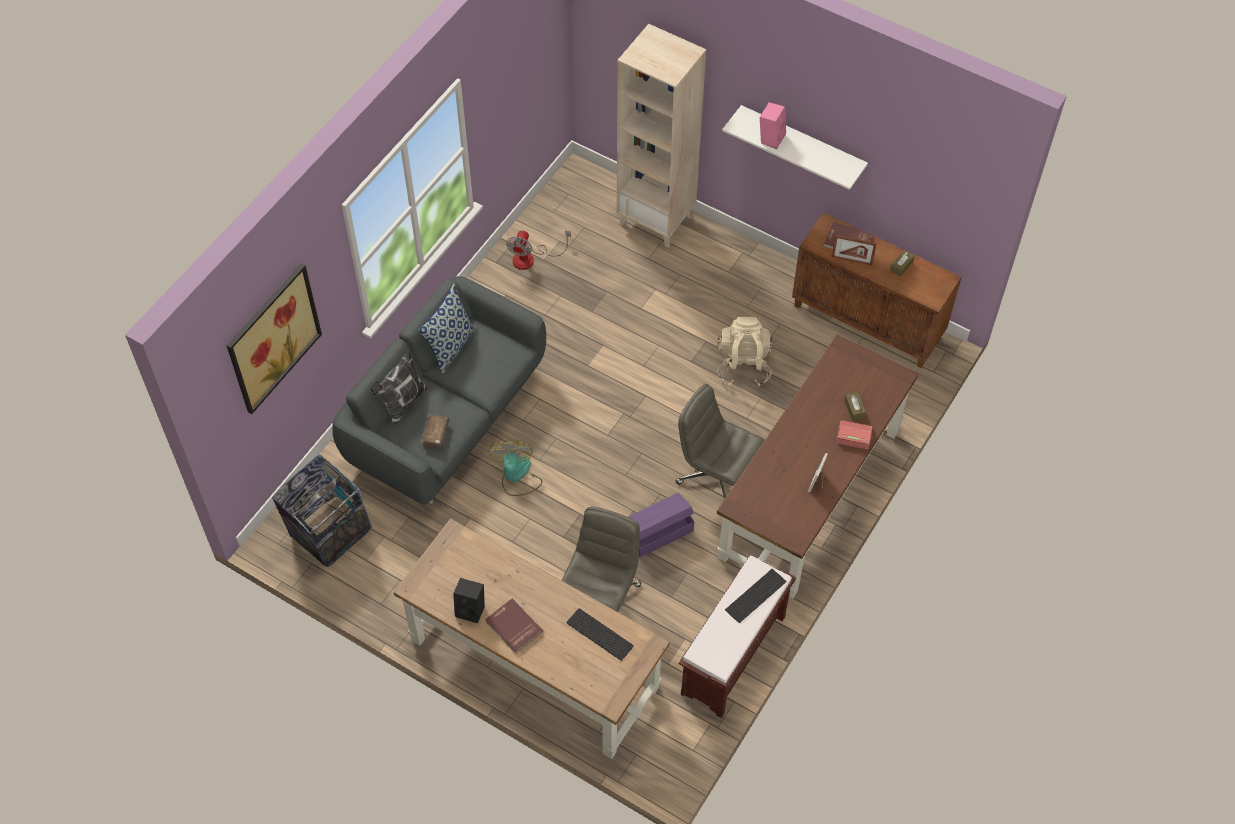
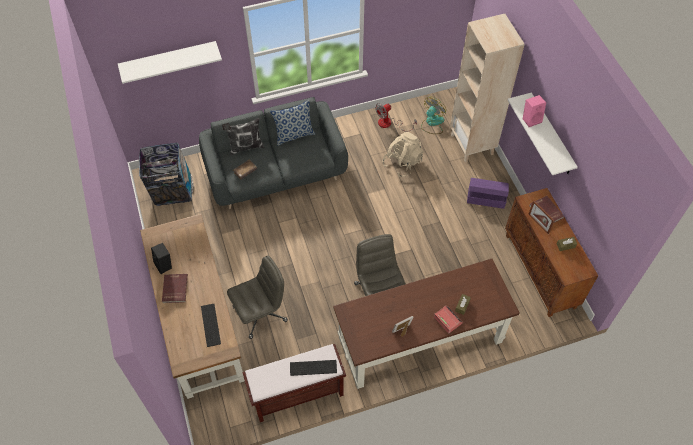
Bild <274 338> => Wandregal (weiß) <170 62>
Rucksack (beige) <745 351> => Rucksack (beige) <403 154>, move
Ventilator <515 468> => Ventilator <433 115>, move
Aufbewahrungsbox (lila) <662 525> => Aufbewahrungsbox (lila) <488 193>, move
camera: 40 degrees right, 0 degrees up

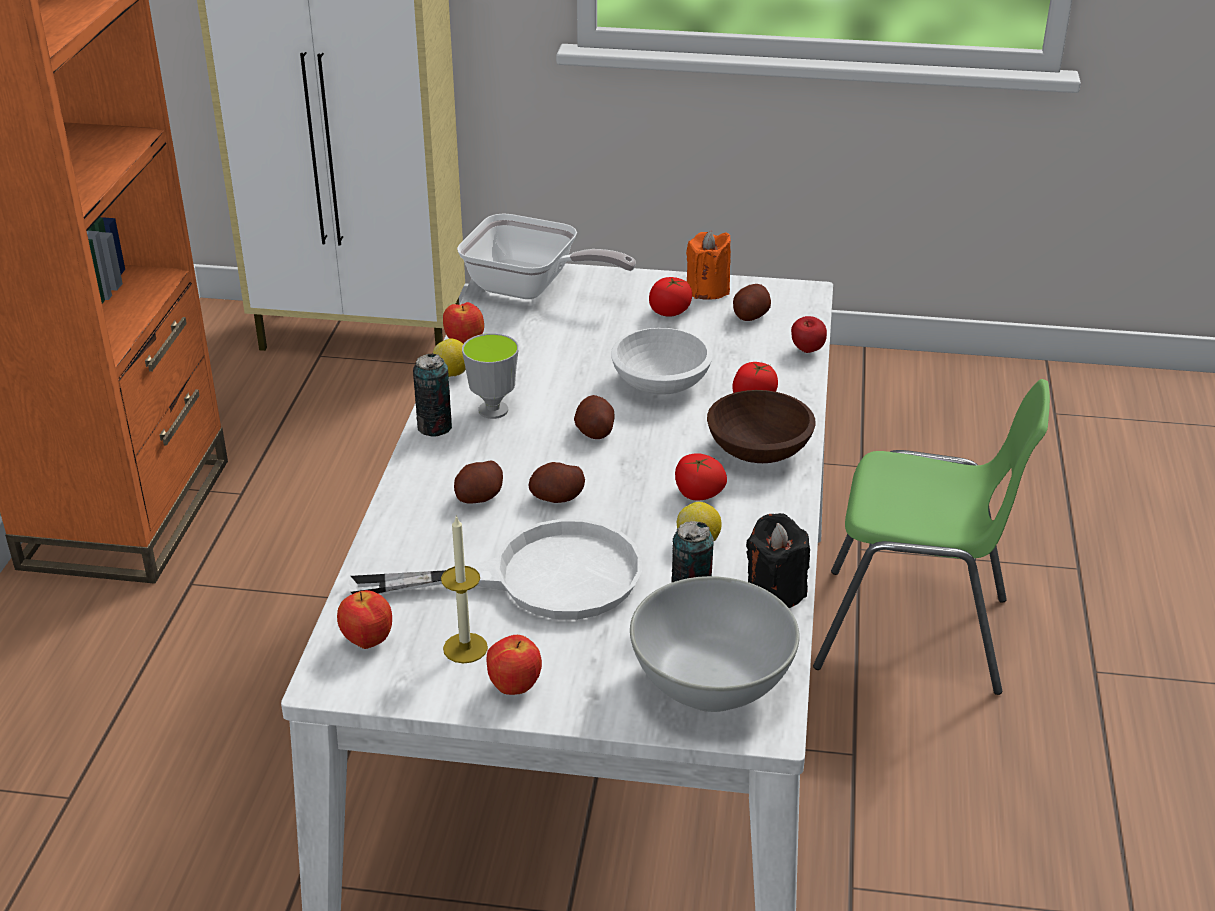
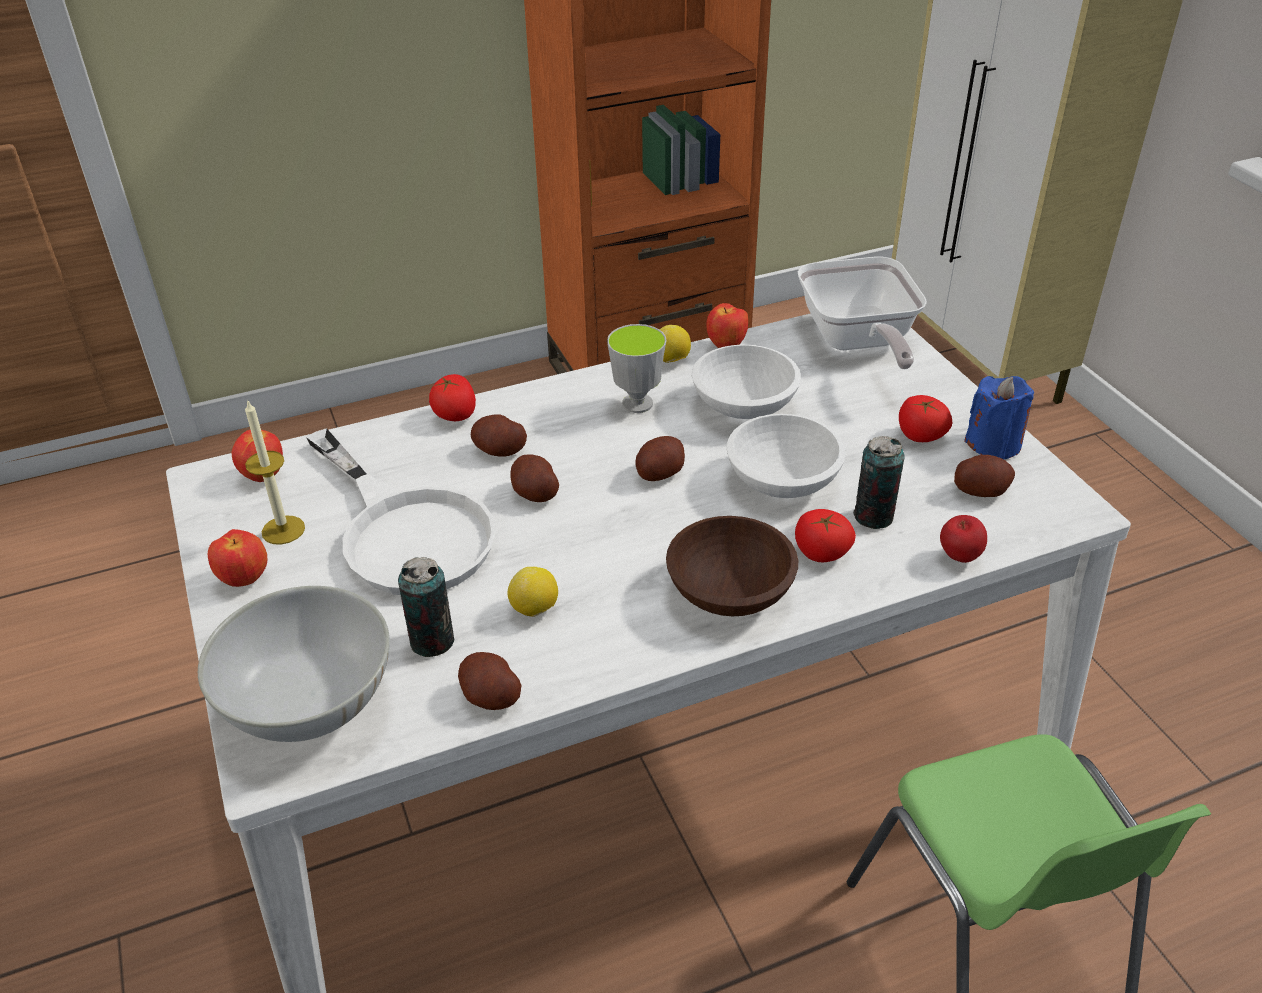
Kerze (orange) <708 264> => Kerze (blau) <999 417>
Dose <432 395> => Dose <878 482>, move
Tomate <701 477> => Tomate <452 397>, move
Kerze (schwarz) <778 560> => Kartoffel <489 681>
nothing => Schüssel (weiß) <746 382>
camera: 60 degrees right, 5 degrees up

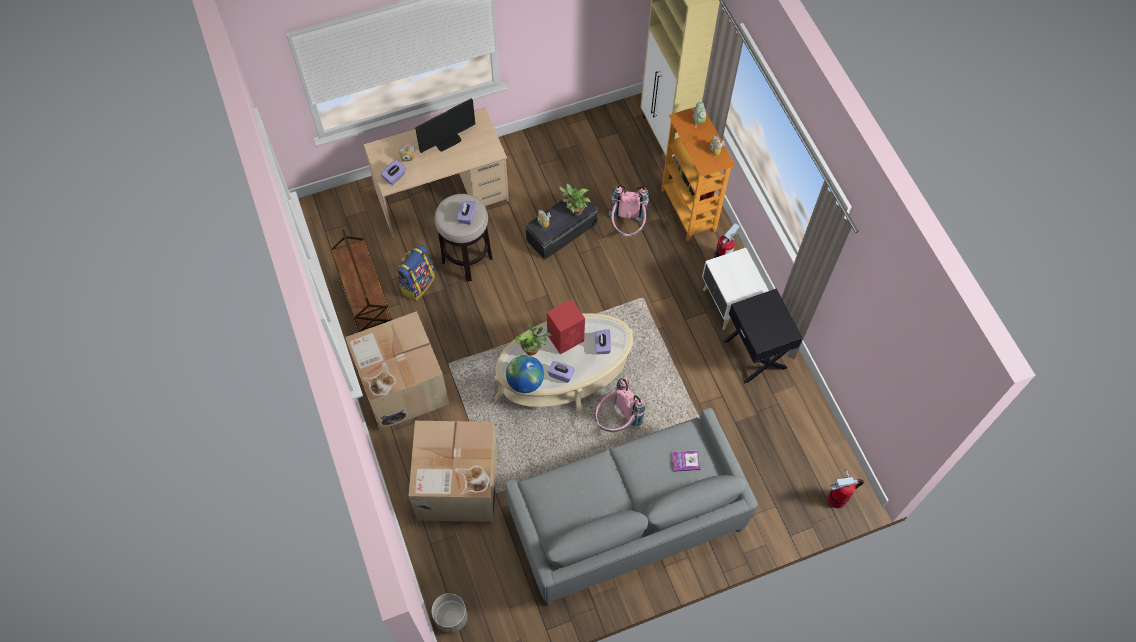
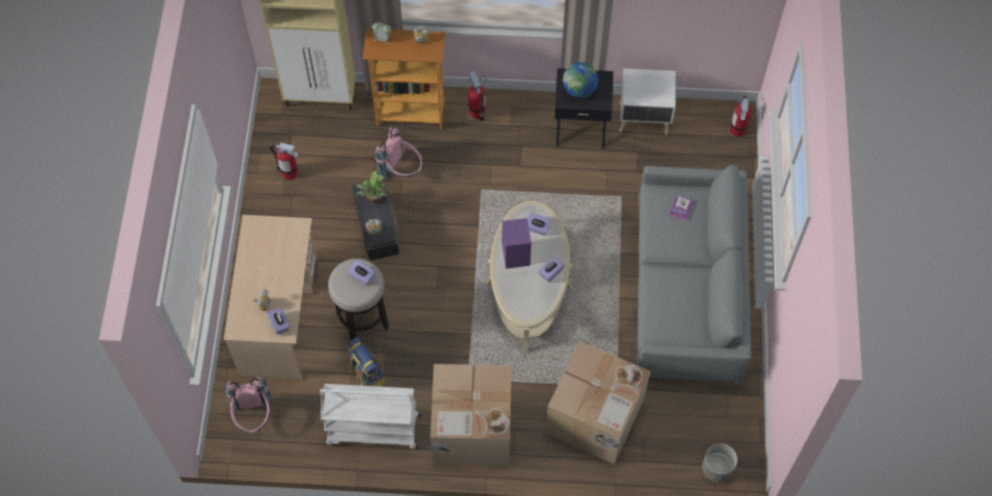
Monitor <445 125> => nothing
Rollwagen (braun) <361 281> => Rollwagen (weiß) <370 416>
Nachttisch (weiß) <735 289> => Nachttisch (weiß) <647 101>, move
Lautsprecher (rot) <566 326> => Lautsprecher (lila) <516 243>
Topfpflanze <533 339> => nothing
Globus <525 374> => Globus <580 80>, move
Rucksack (rosa) <620 405> => Rucksack (rosa) <248 405>, move
nothing => Feuerlöscher <284 161>
camera: 65 degrees left, 0 degrees up

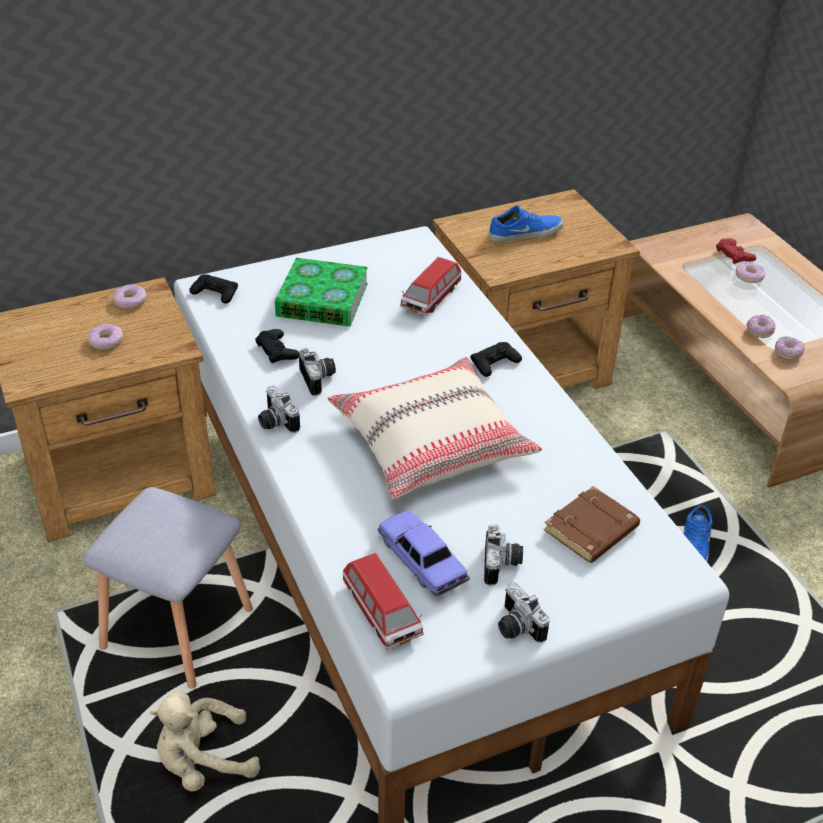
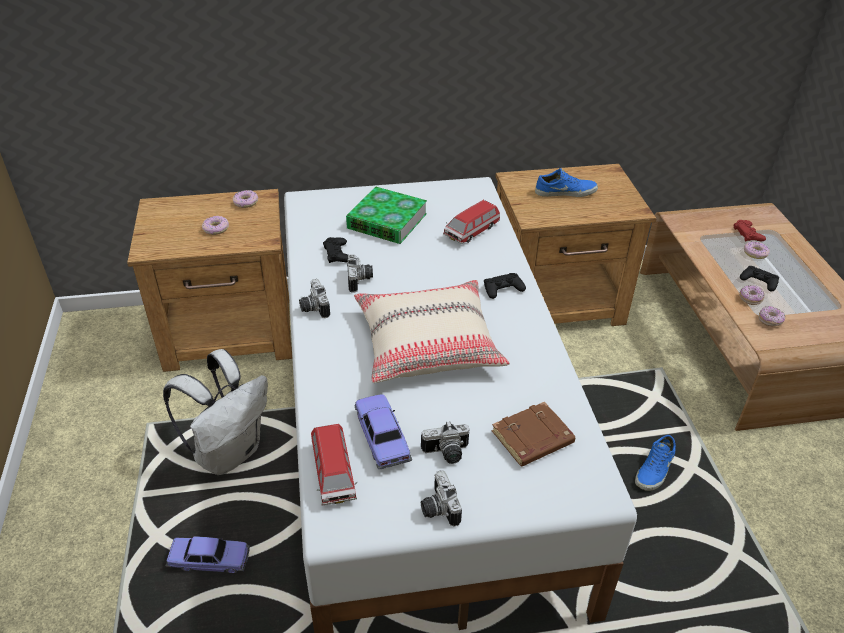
Gamepad (schwarz) <213 289> => Gamepad (schwarz) <759 278>, move
Hocker (grau) <168 588> => Rucksack (weiß) <215 412>
Kamera <503 555> => Kamera <445 443>, 60 degrees clockwise
Plüschtier (beige) <205 741> => Spielzeugauto <208 554>
camera: 15 degrees right, 0 degrees up

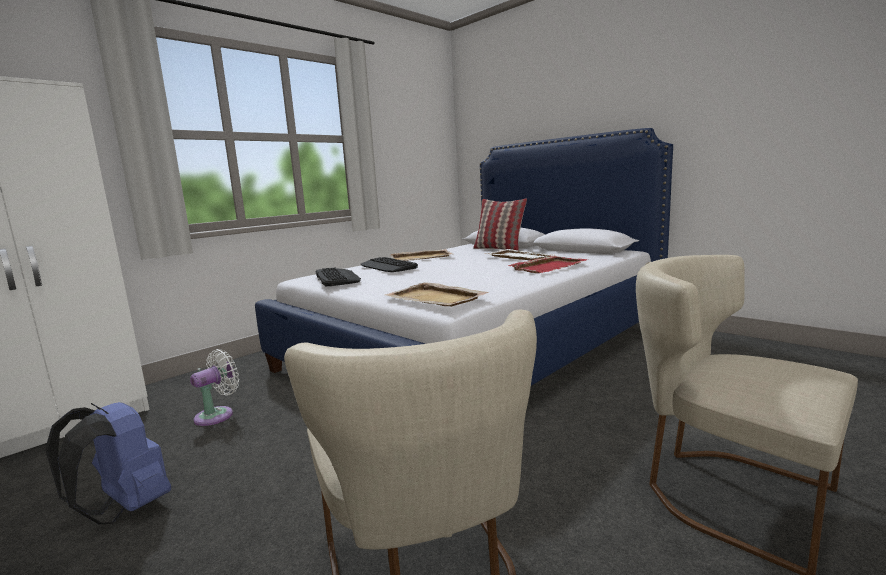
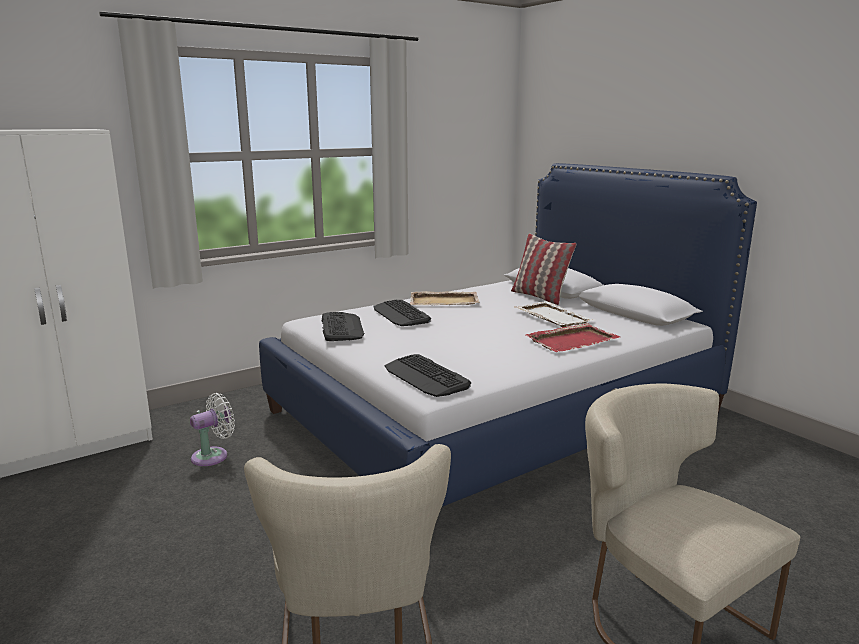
Tablett (beige) <437 294> => Tastatur <428 375>
Rucksack (blau) <108 463> => nothing
camera: 10 degrees right, 5 degrees up

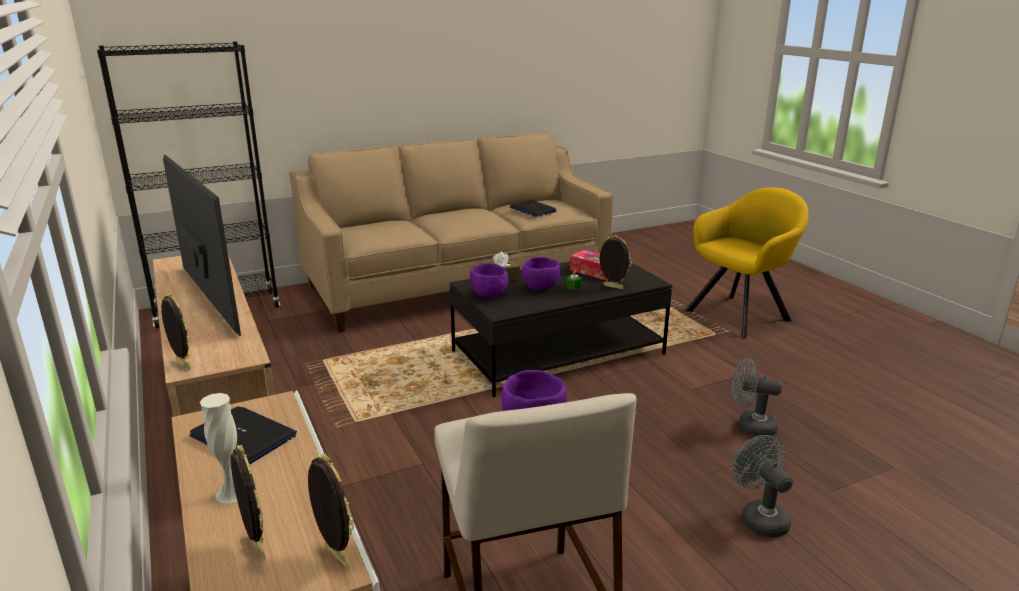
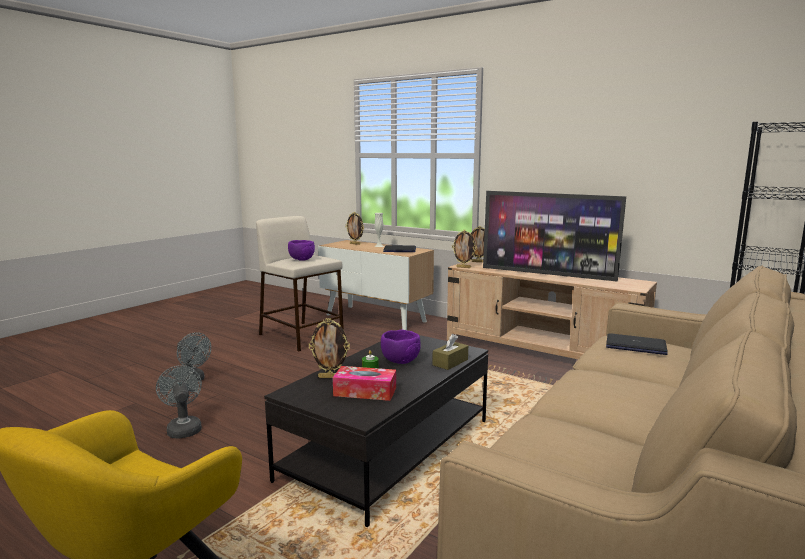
Laptop <533 208> => Laptop <637 344>, move
Schüssel (lila) <489 280> => nothing
Ventilator (grau) <757 397> => Ventilator (grau) <179 402>, 105 degrees counterclockwise
Bilderrahmen <331 511> => Bilderrahmen <464 249>, move
camera: 150 degrees right, 10 degrees down

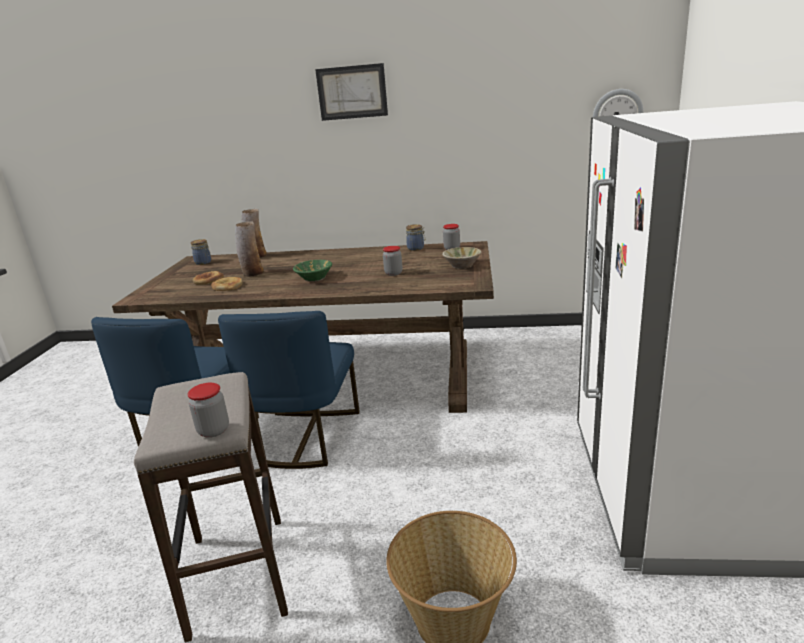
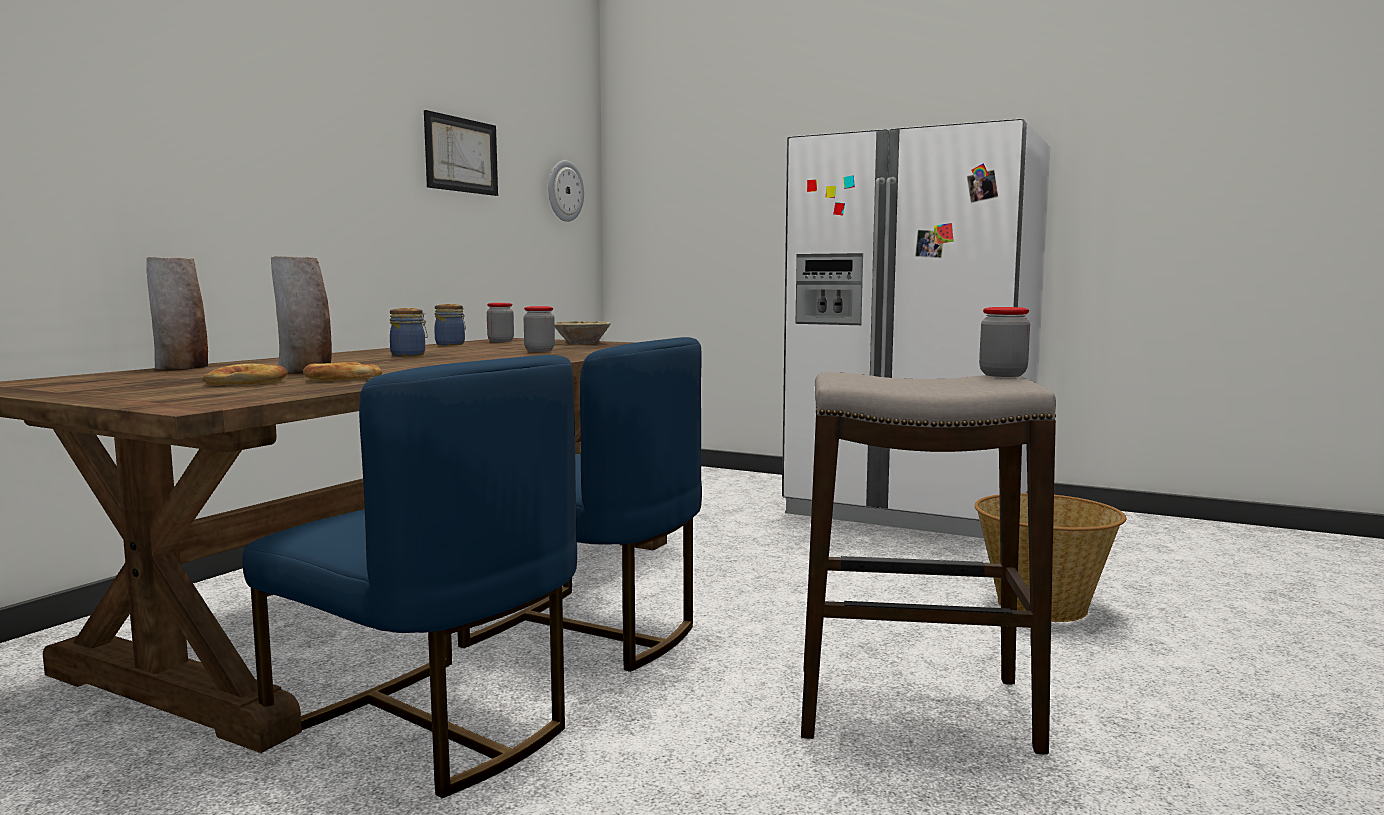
Bild <351 92> => Bild <461 153>, move
Vorratsglas <201 252> => Vorratsglas <409 332>, move
Schüssel (grün) <312 271> => nothing
camera: 70 degrees left, 15 degrees down

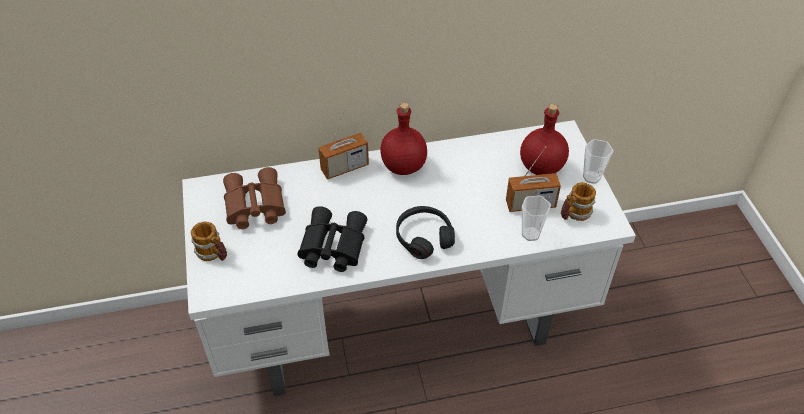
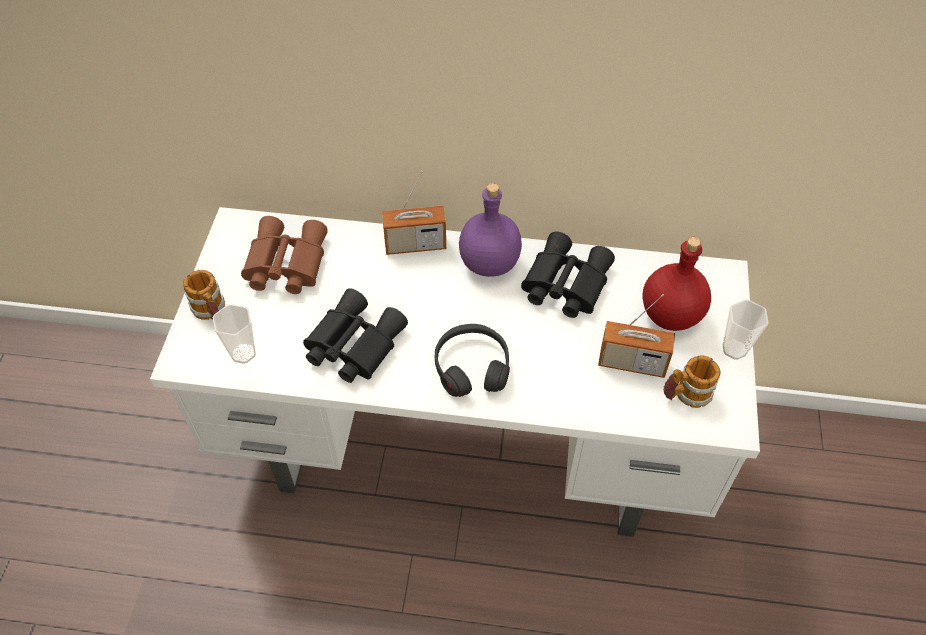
Flasche (rot) <403 139> => Flasche (lila) <490 230>
Tasse <536 218> => Tasse <234 334>, move
nothing => Fernglas (schwarz) <568 275>
camera: 20 degrees right, 5 degrees up

